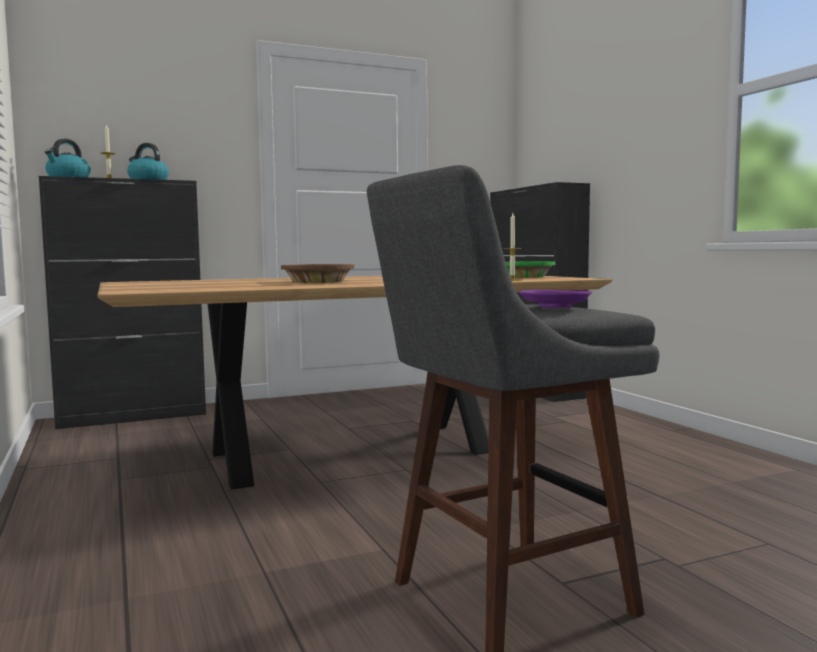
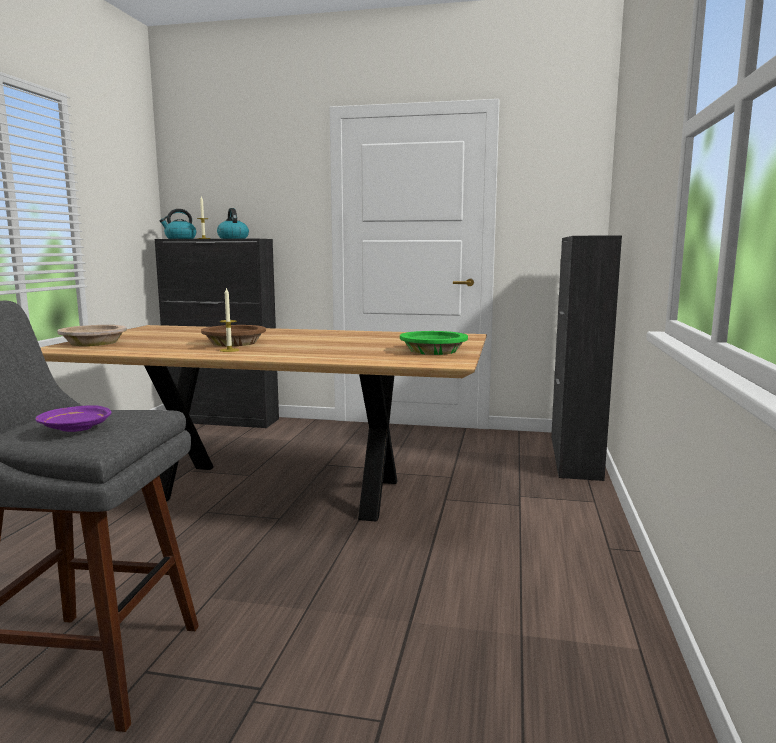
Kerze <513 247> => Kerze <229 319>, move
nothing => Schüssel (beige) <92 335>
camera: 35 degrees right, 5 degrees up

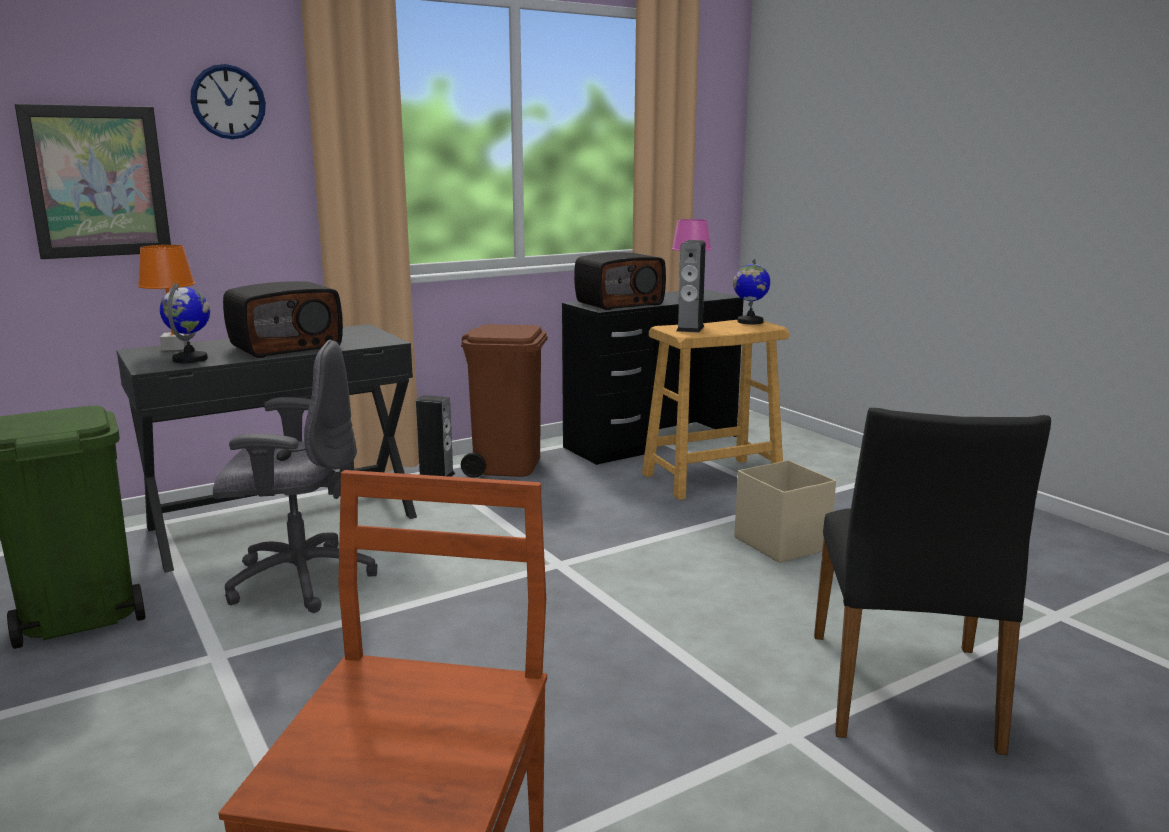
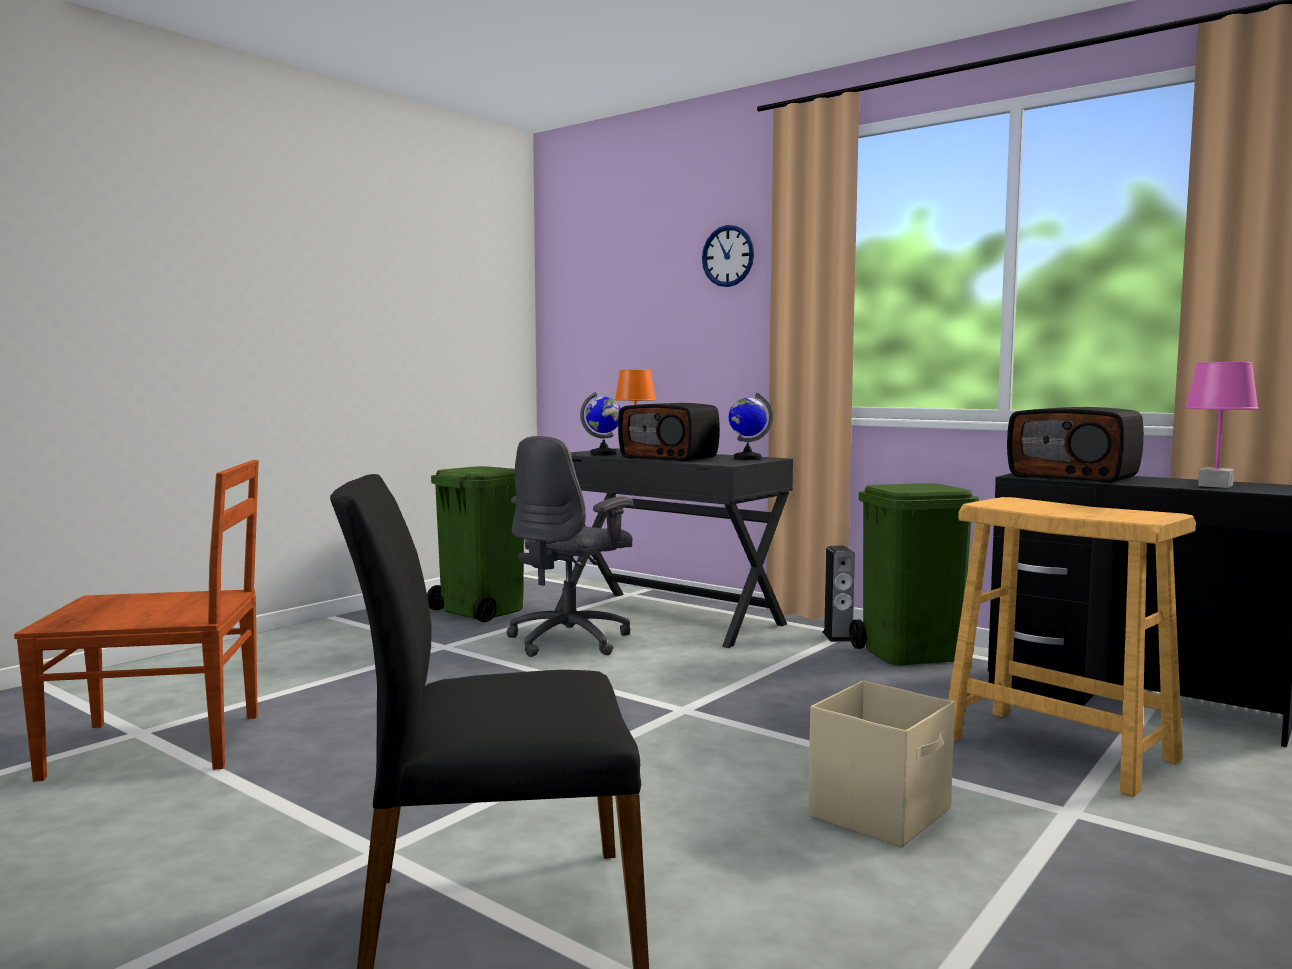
Bild <93 181> => nothing
Lautsprecher <691 286> => nothing
Globus <751 291> => Globus <751 426>, move
Mülleimer (braun) <504 401> => Mülleimer (grün) <914 574>
Bürostuhl (grau) <295 476> => Bürostuhl (grau) <570 546>, 60 degrees clockwise
camera: 70 degrees right, 10 degrees down

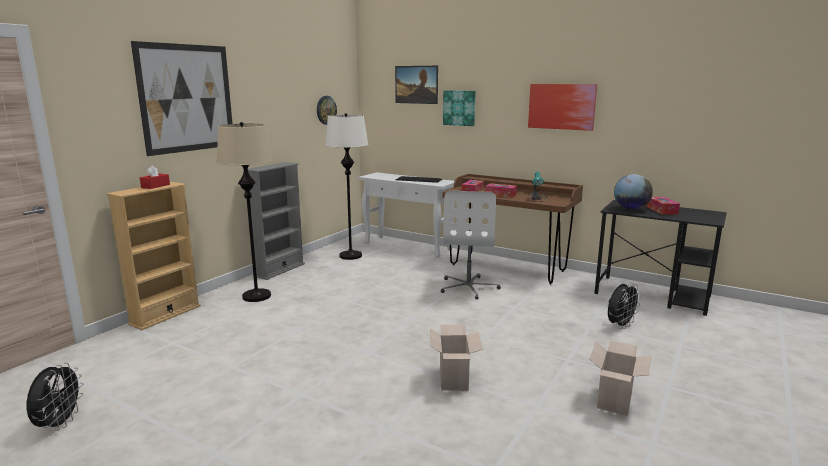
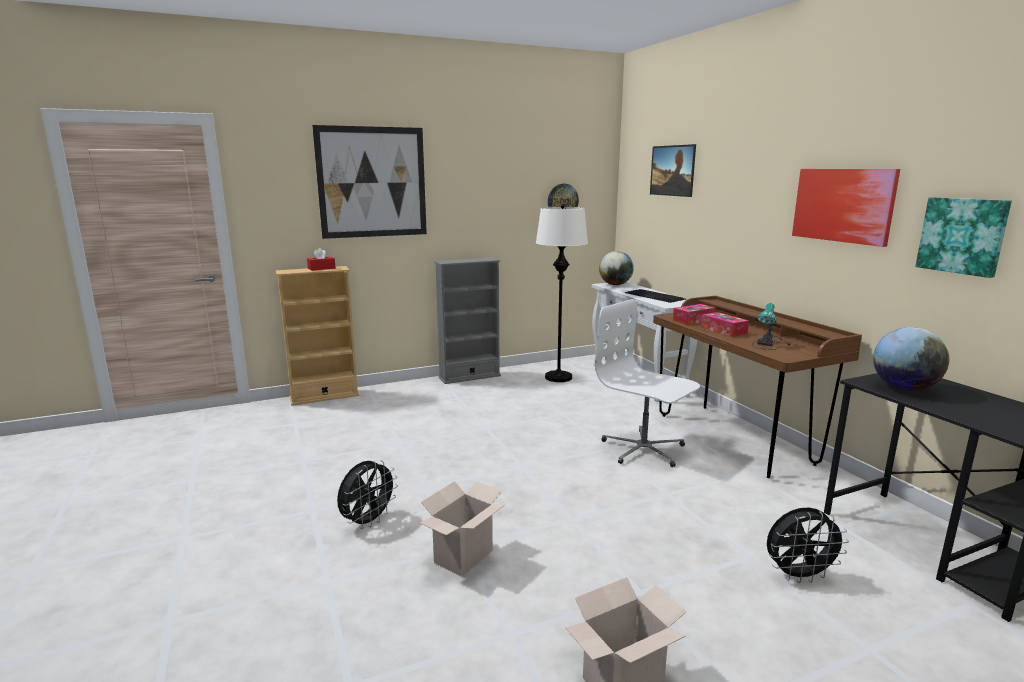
Bild <459 108> => Bild <963 237>, move
Stehlampe (beige) <244 212> => nothing
Bürostuhl (weiß) <471 245> => Bürostuhl (weiß) <647 383>, 90 degrees clockwise
Taschentuchbox <663 206> => nothing
Ventilator (schwarz) <55 397> => Ventilator (schwarz) <367 494>, move
nothing => Globus <616 268>
camera: 35 degrees right, 0 degrees up

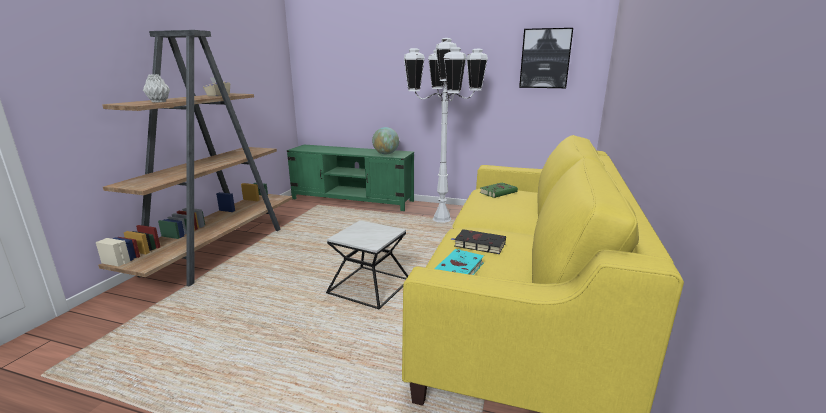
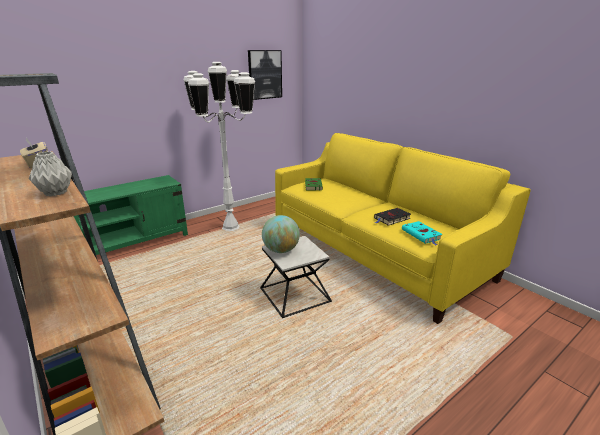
Globus <385 140> => Globus <281 234>, move
camera: 55 degrees left, 5 degrees up

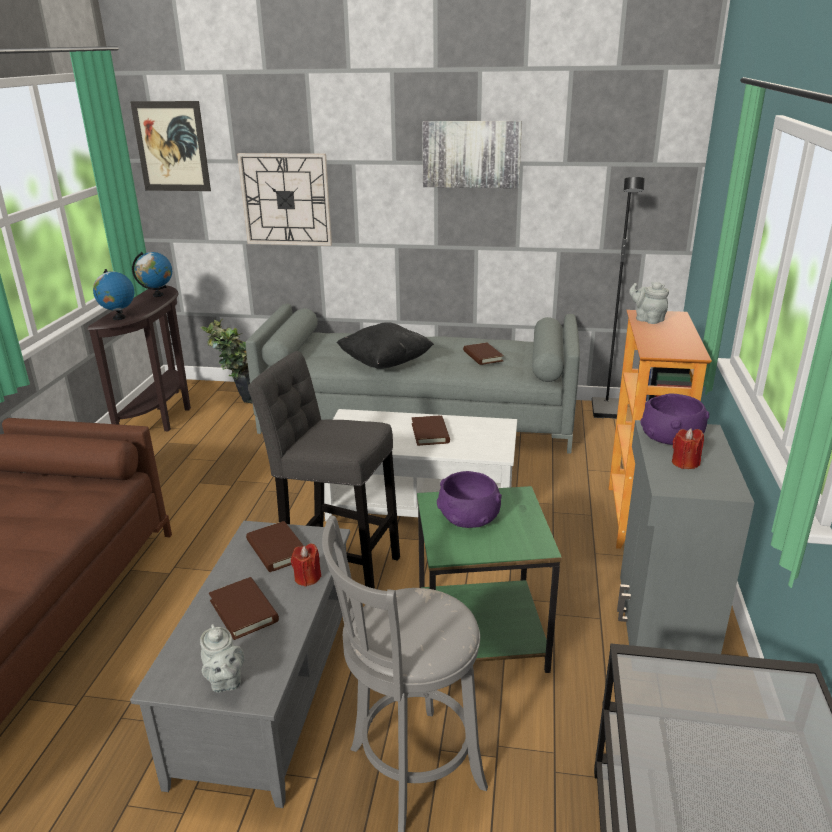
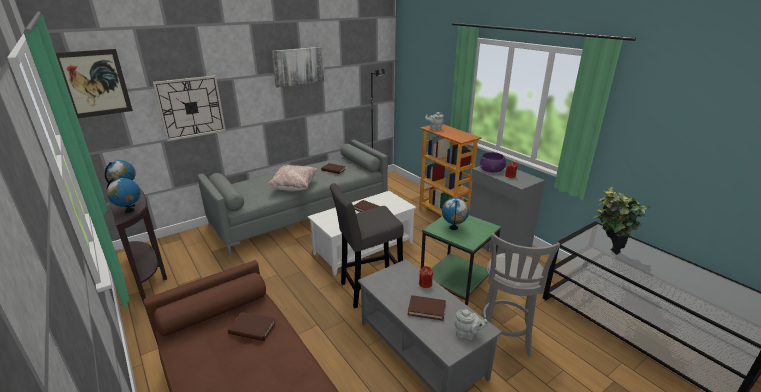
Topfpflanze <226 361> => Topfpflanze <622 221>, move
Kissen (schwarz) <385 345> => Kissen (beige) <292 178>
Schüssel (lila) <469 499> => Globus <455 214>
Buch (braun) <275 546> => Buch (braun) <252 326>, move
camera: 45 degrees left, 0 degrees up

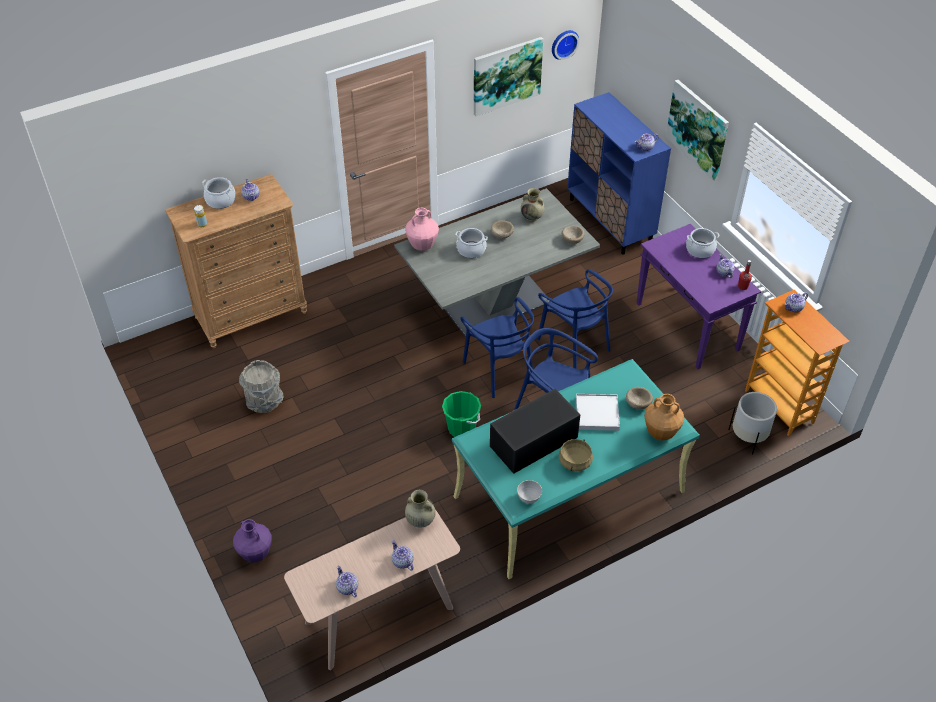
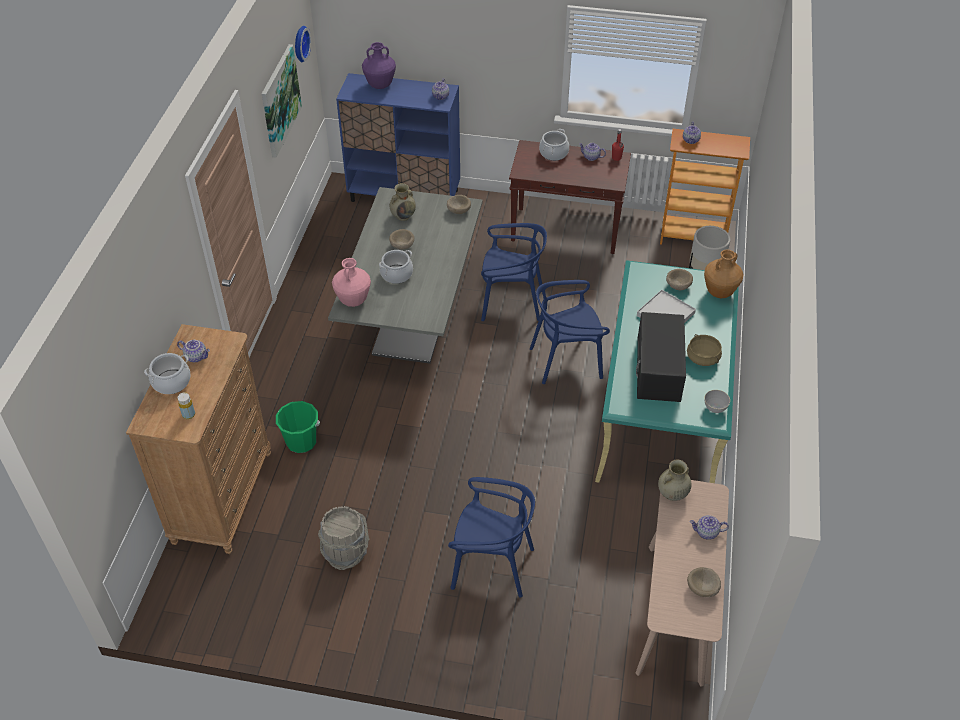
Bild <697 130> => nothing
Konsolentisch (lila) <698 296> => Konsolentisch (braun) <570 197>
Stuhl (blau) <497 347> => Stuhl (blau) <491 537>, move
Eimer (grün) <461 414> => Eimer (grün) <298 427>, move
Vase (lila) <252 541> => Vase (lila) <379 65>, move
Teekanne <347 582> => Schüssel (beige) <704 582>
camera: 50 degrees left, 0 degrees up

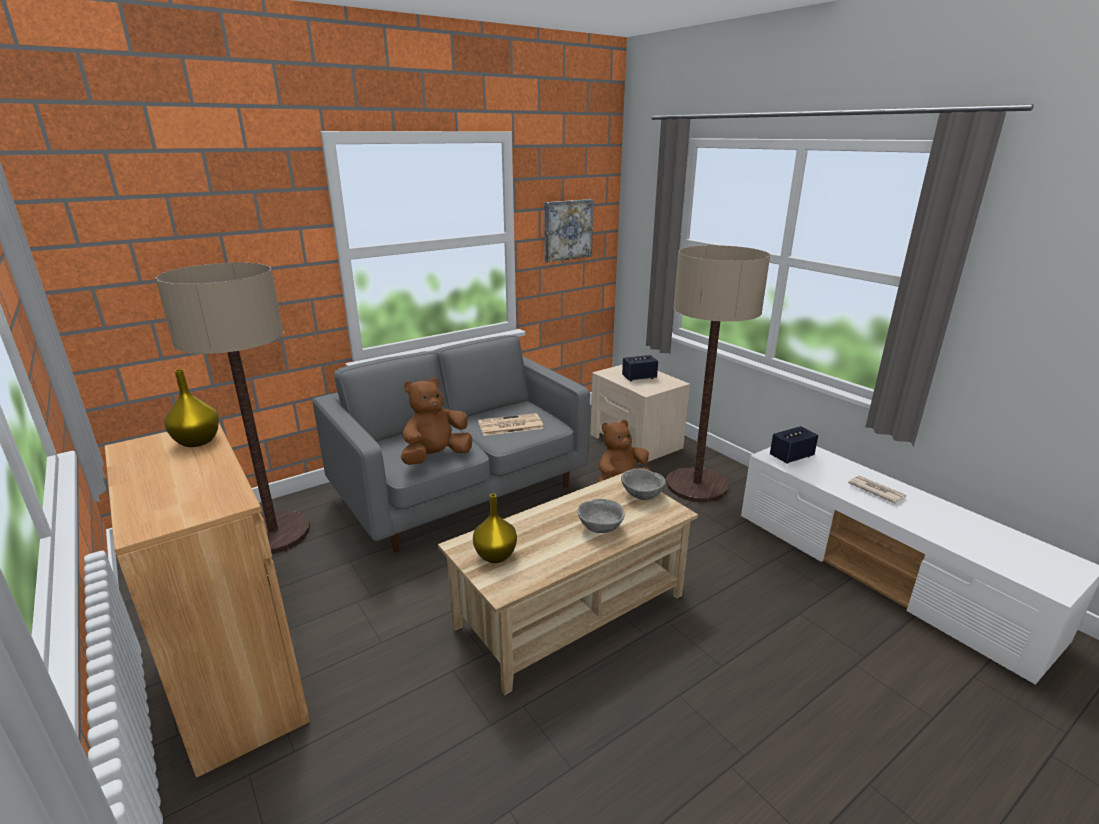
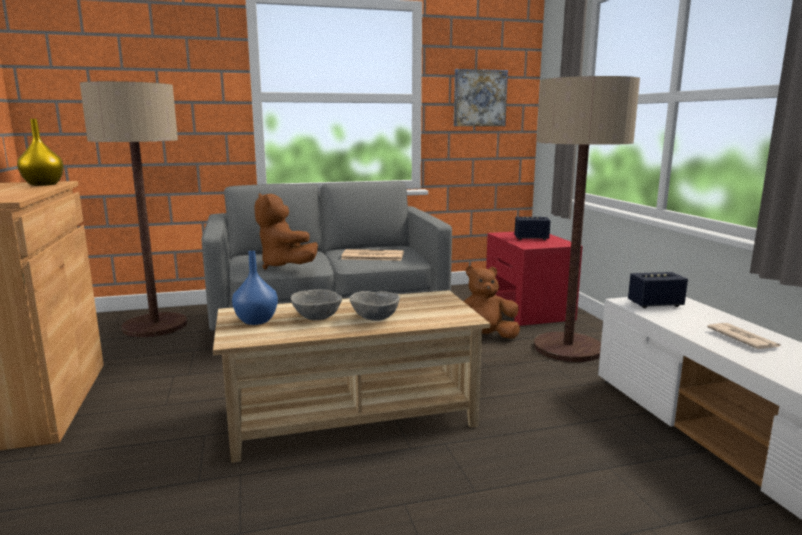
Nachttisch (beige) <640 414> => Nachttisch (rot) <534 279>
Plüschtier (braun) <436 421> => Plüschtier (braun) <286 231>, 105 degrees counterclockwise
Schüssel (grau) <643 484> => Schüssel (grau) <316 304>, move
Vase (gelb) <495 528> => Vase (blau) <255 288>
camera: 20 degrees right, 10 degrees down

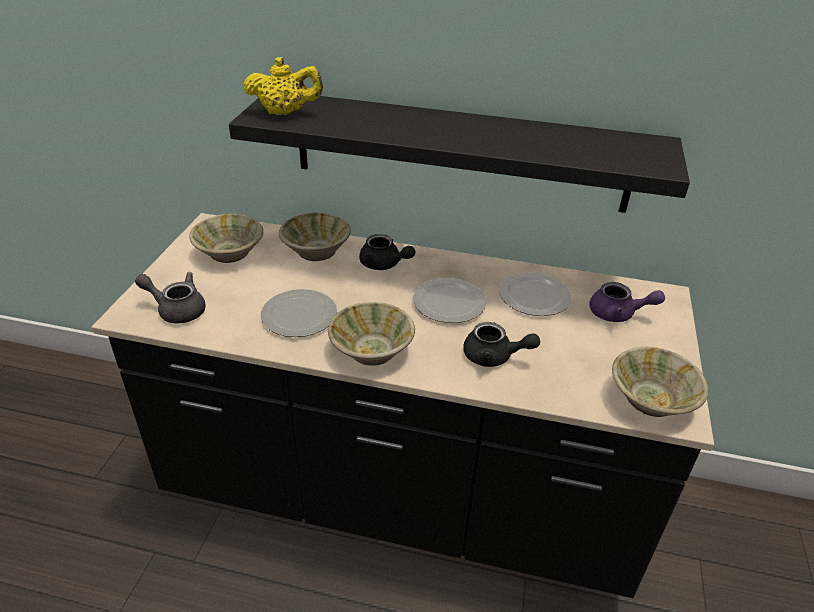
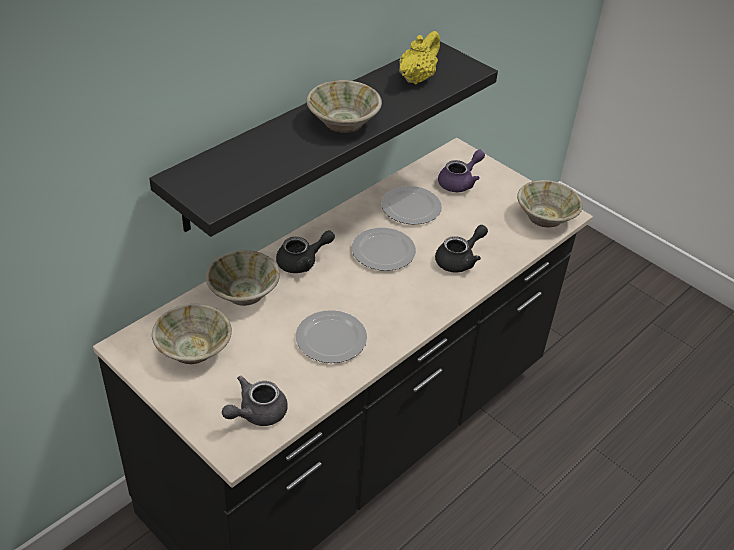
Teekanne (gelb) <283 86> => Teekanne (gelb) <419 57>, move
Schüssel (beige) <371 334> => Schüssel (beige) <344 106>, move
camera: 60 degrees left, 5 degrees up

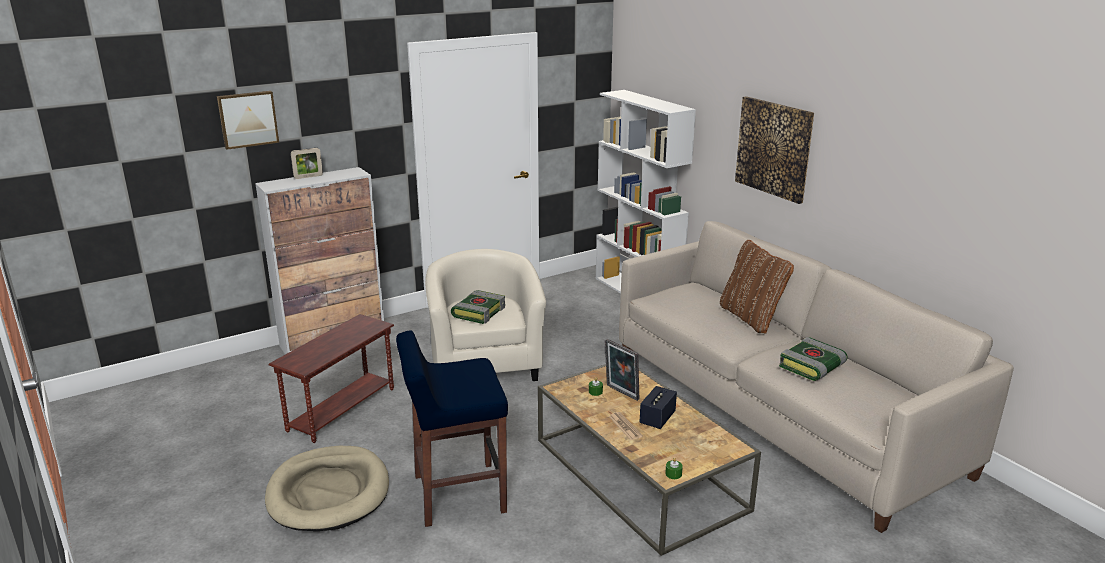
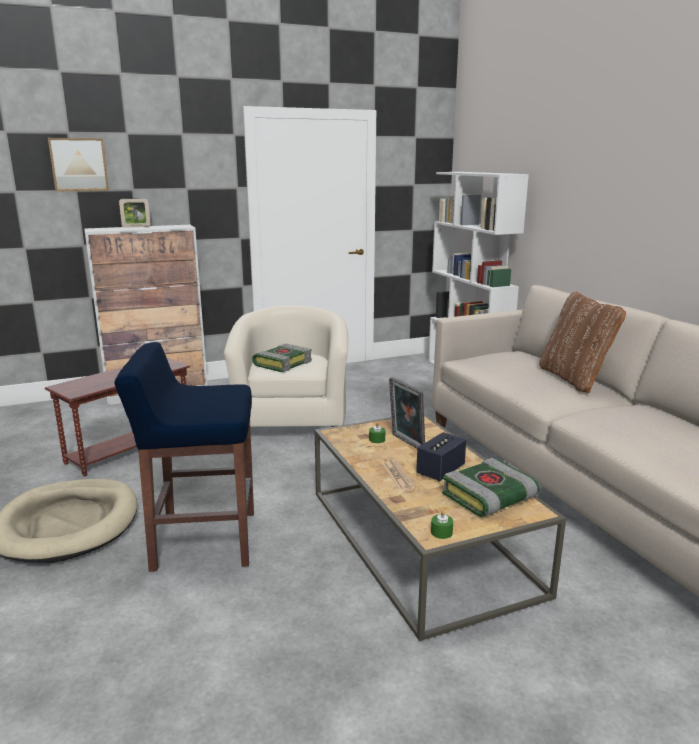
Bild <774 150> => nothing
Buch <813 359> => Buch <490 487>, move
camera: 10 degrees right, 5 degrees down

